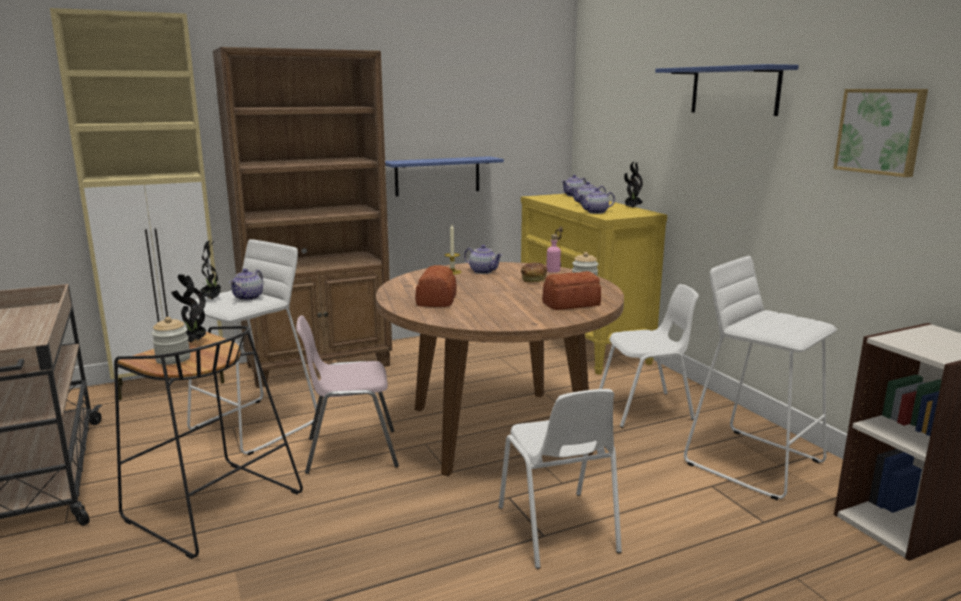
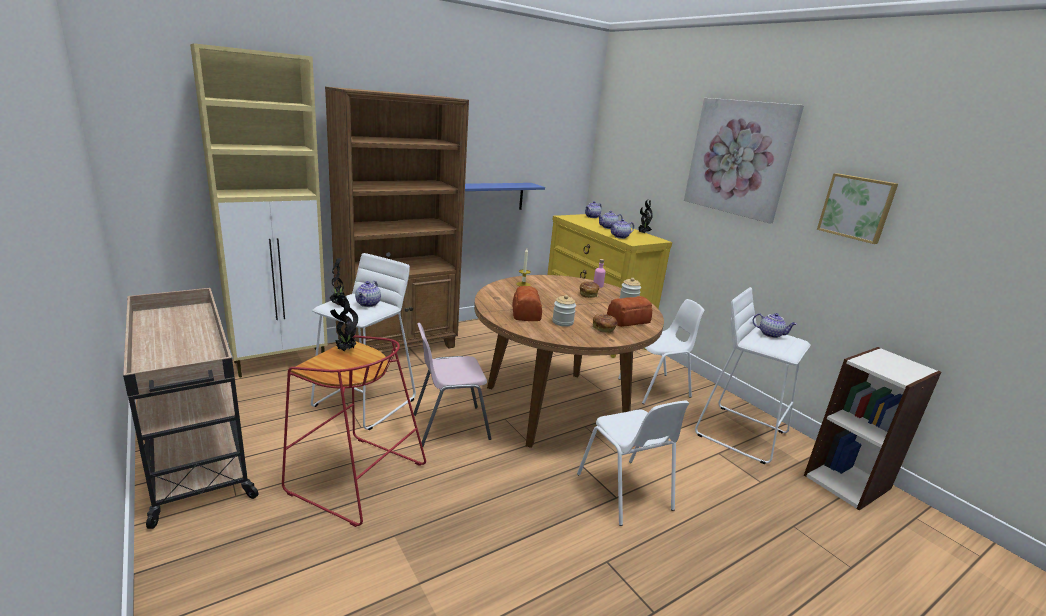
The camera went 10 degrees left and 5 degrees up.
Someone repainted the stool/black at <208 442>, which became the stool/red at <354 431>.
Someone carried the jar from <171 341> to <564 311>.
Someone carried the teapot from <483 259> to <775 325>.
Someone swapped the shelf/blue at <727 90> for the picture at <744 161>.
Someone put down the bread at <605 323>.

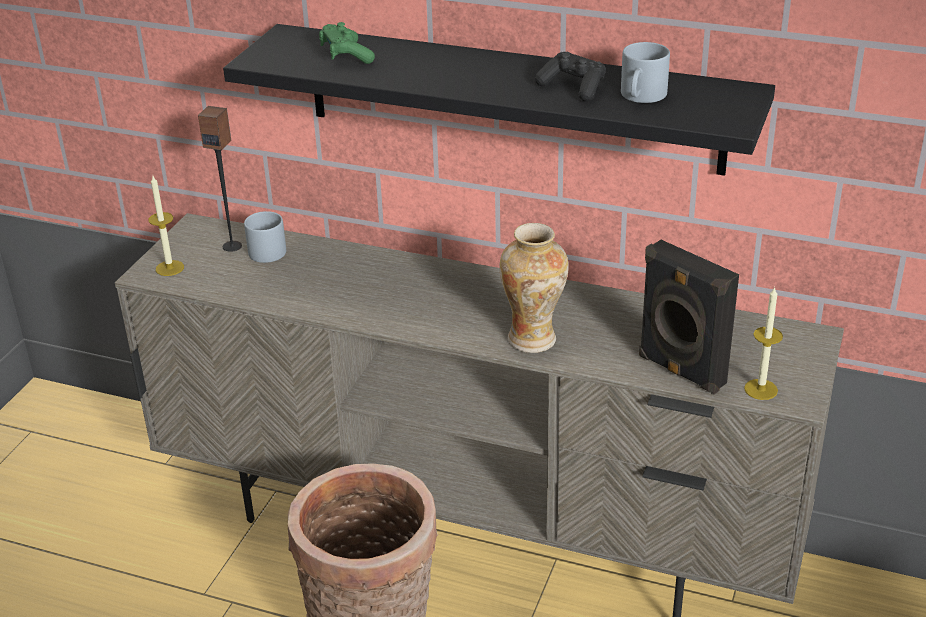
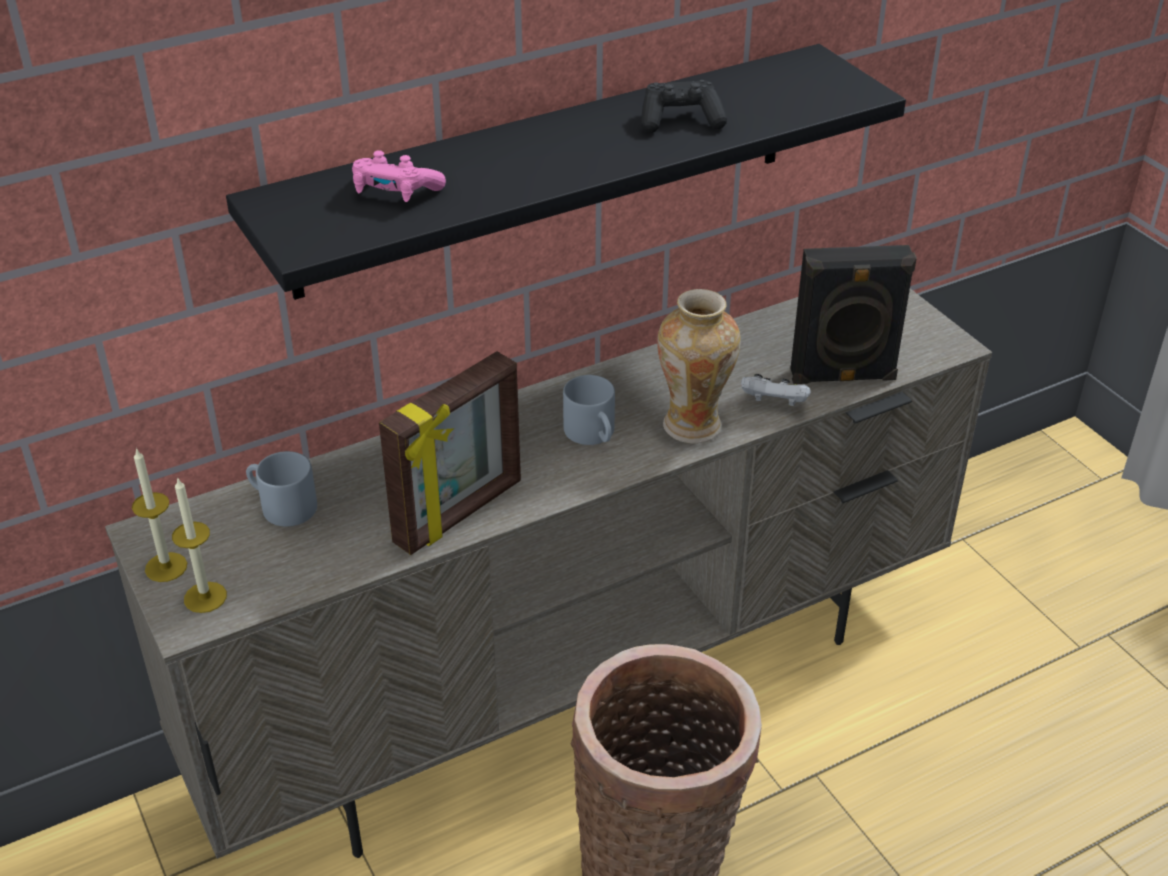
The camera went 50 degrees left and 5 degrees up.
Someone took away the speaker at <220 179>.
Someone repainted the game controller/green at <347 43>, which became the game controller/pink at <399 176>.
Someone carried the mug/grey from <645 72> to <589 410>.
Someone carried the candle from <763 343> to <159 515>.
Someone put down the picture frame at <450 453>.
Someone put down the game controller/white at <776 390>.

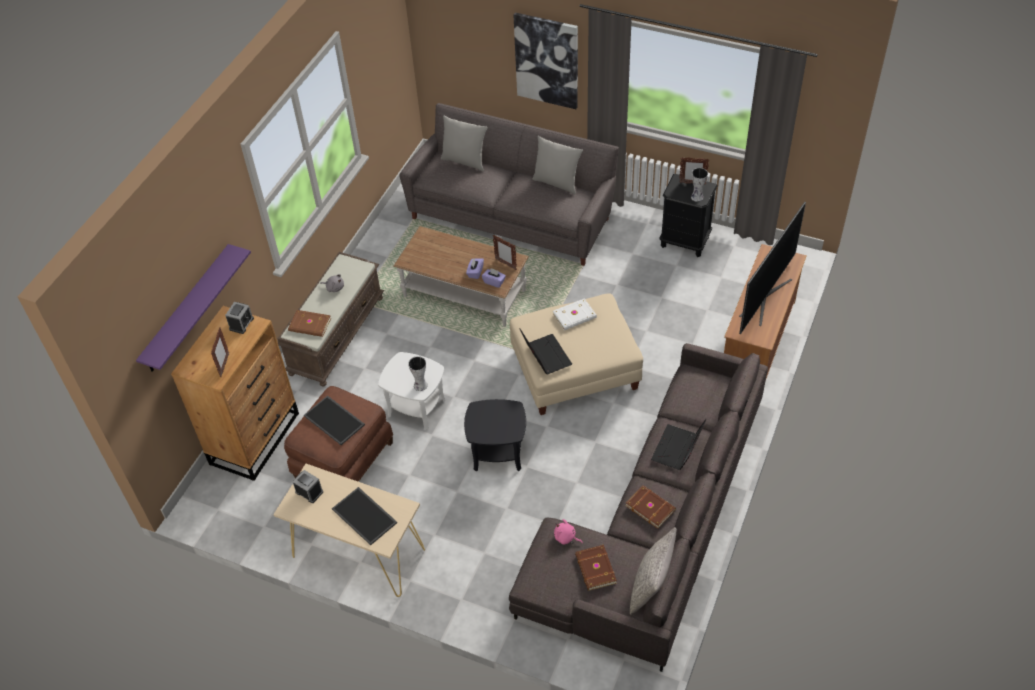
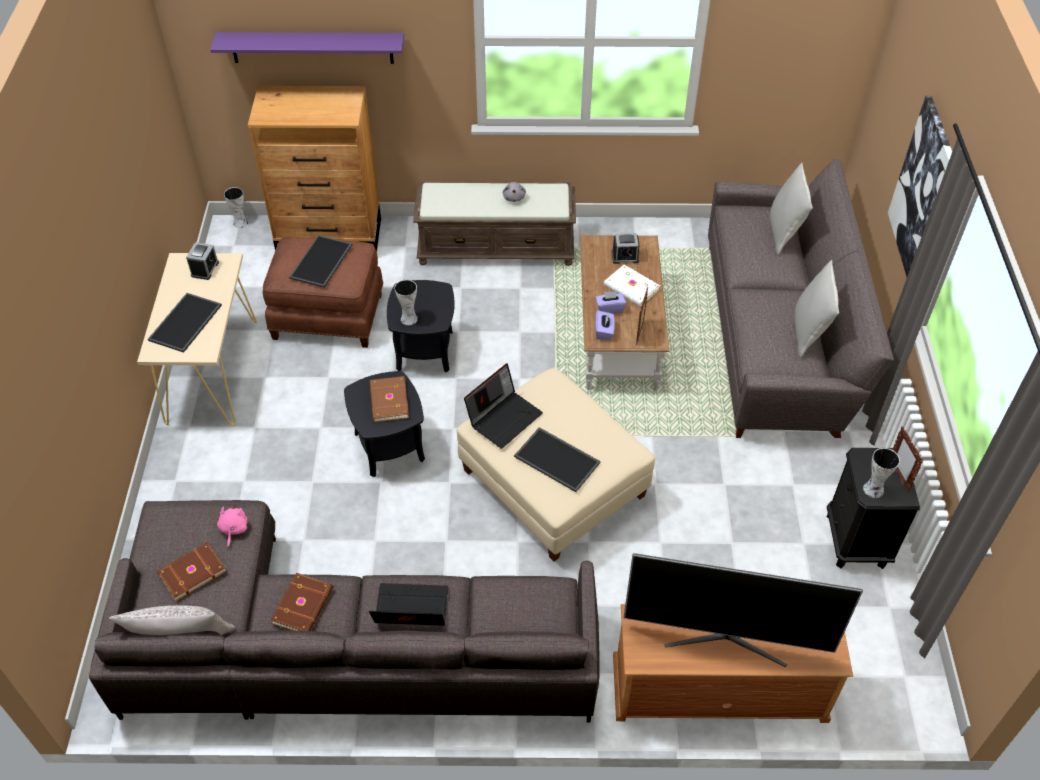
The camera went 65 degrees right and 0 degrees up.
Someone took away the picture frame at <220 352>.
Someone carried the alarm clock from <239 318> to <626 248>.
Someone carried the book/brown from <309 323> to <389 399>.
Someone repainted the side table/white at <411 391>, which became the side table/black at <421 326>.
Someone carried the book/white from <575 314> to <632 286>.
Someone put down the vase at <236 207>.
Someone put down the tray at <557 459>.

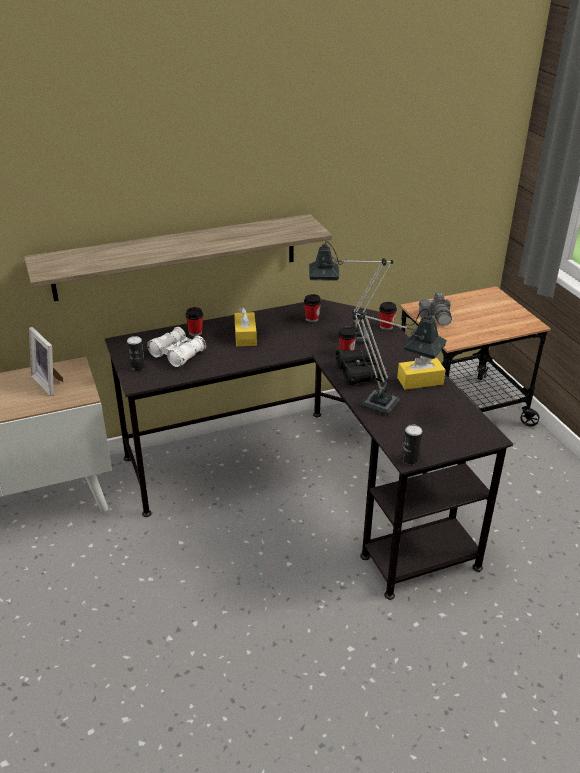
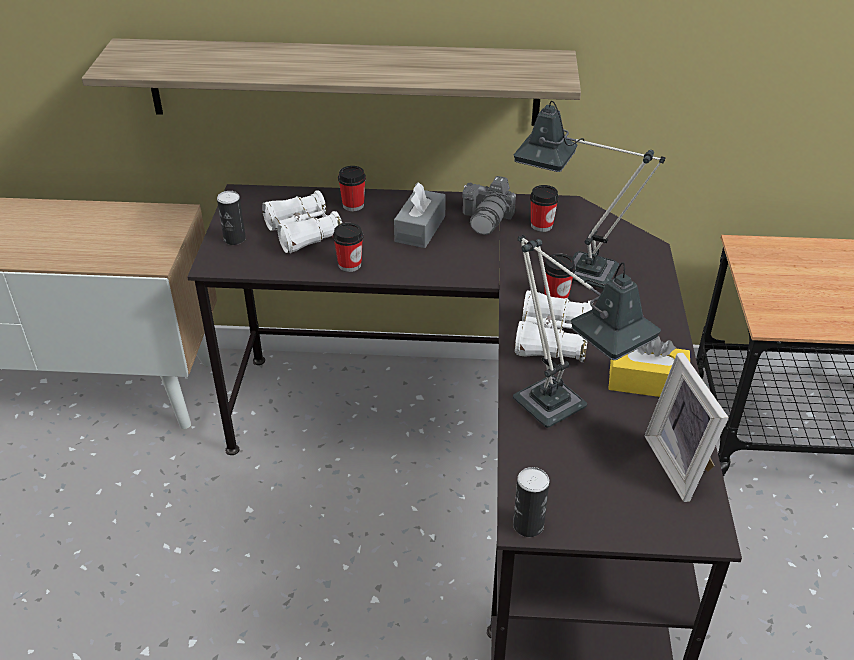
The camera went 25 degrees right and 5 degrees up.
Someone carried the picture frame from <46 361> to <687 427>.
Someone repainted the tissue box/yellow at <245 326>, which became the tissue box/grey at <420 215>.
Someone repainted the binoculars/black at <361 366>, which became the binoculars/white at <553 326>.
Someone carried the cup from <388 316> to <348 247>.
Someone carried the photo camera from <435 309> to <489 205>.

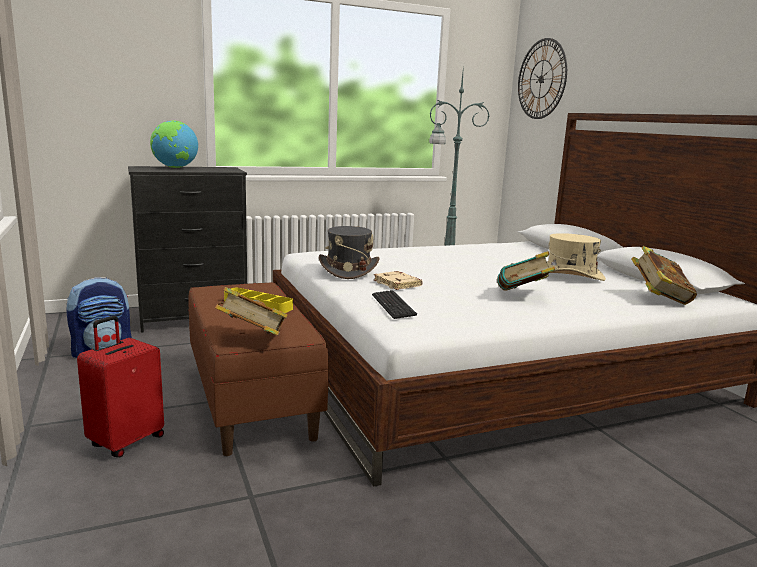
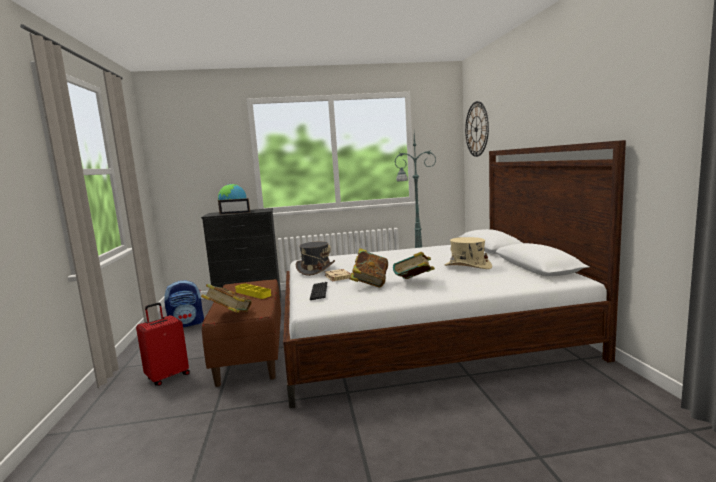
The camera went 15 degrees right and 5 degrees down.
Someone carried the book from <664 275> to <369 268>.
Someone put down the picture frame at <234 206>.

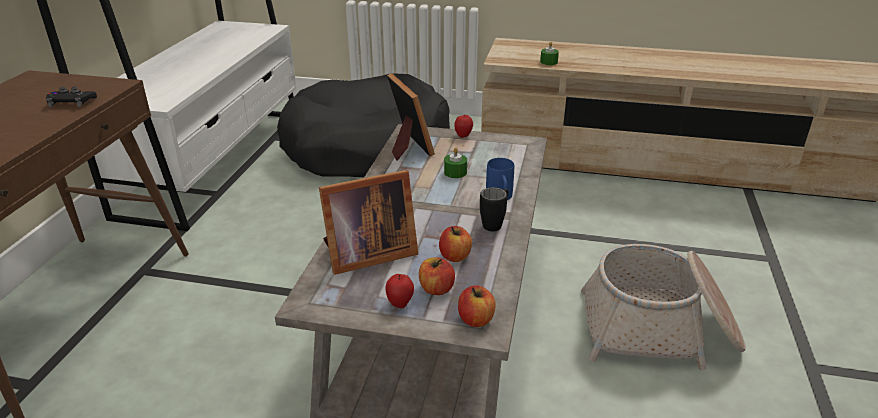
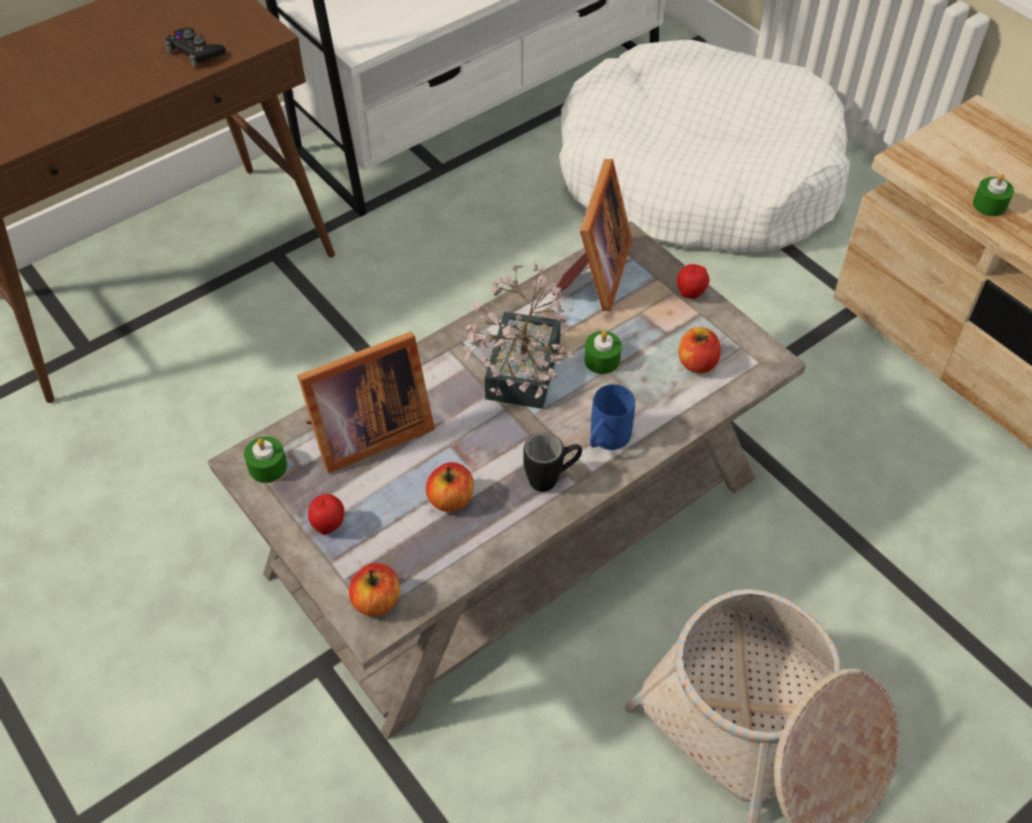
The camera went 40 degrees right and 20 degrees up.
Someone repainted the dog bed/black at <363 125>, which became the dog bed/white at <704 146>.
Someone rotated the picture frame at <368 222> by 45 degrees counterclockwise.
Someone carried the apple from <437 276> to <699 350>.
Someone put down the candle/green at <265 459>.
Someone put down the potted plant at <519 336>.

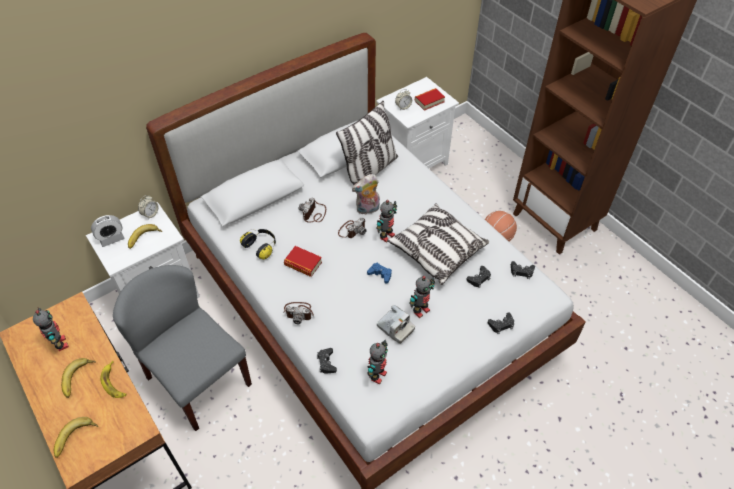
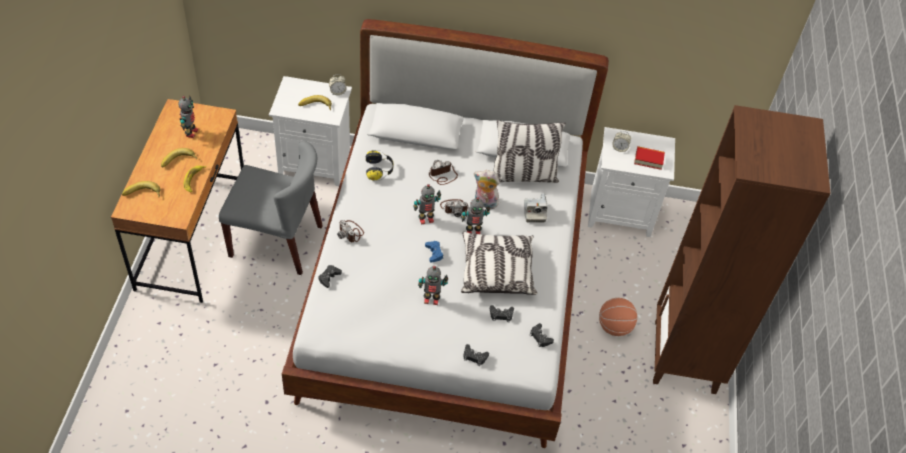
The camera went 40 degrees right and 0 degrees up.
Someone took away the alarm clock at <107 231>.
Someone rotated the chair/grey at <182 348> by 105 degrees clockwise.
Someone took away the book at <303 261>.
Someone carried the toy robot from <377 362> to <427 204>.
Someone carried the photo camera from <396 324> to <536 208>.

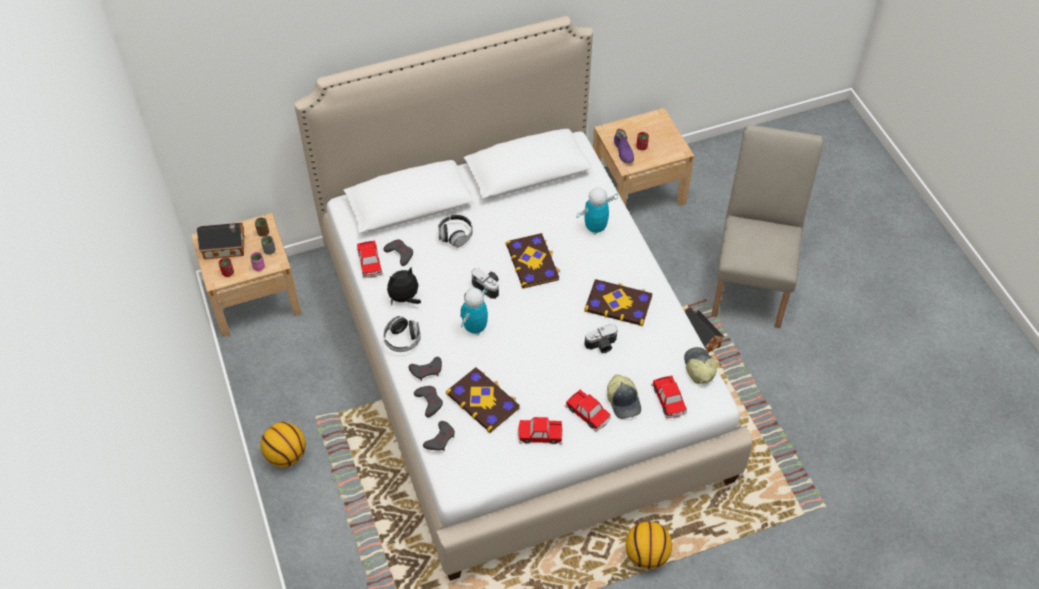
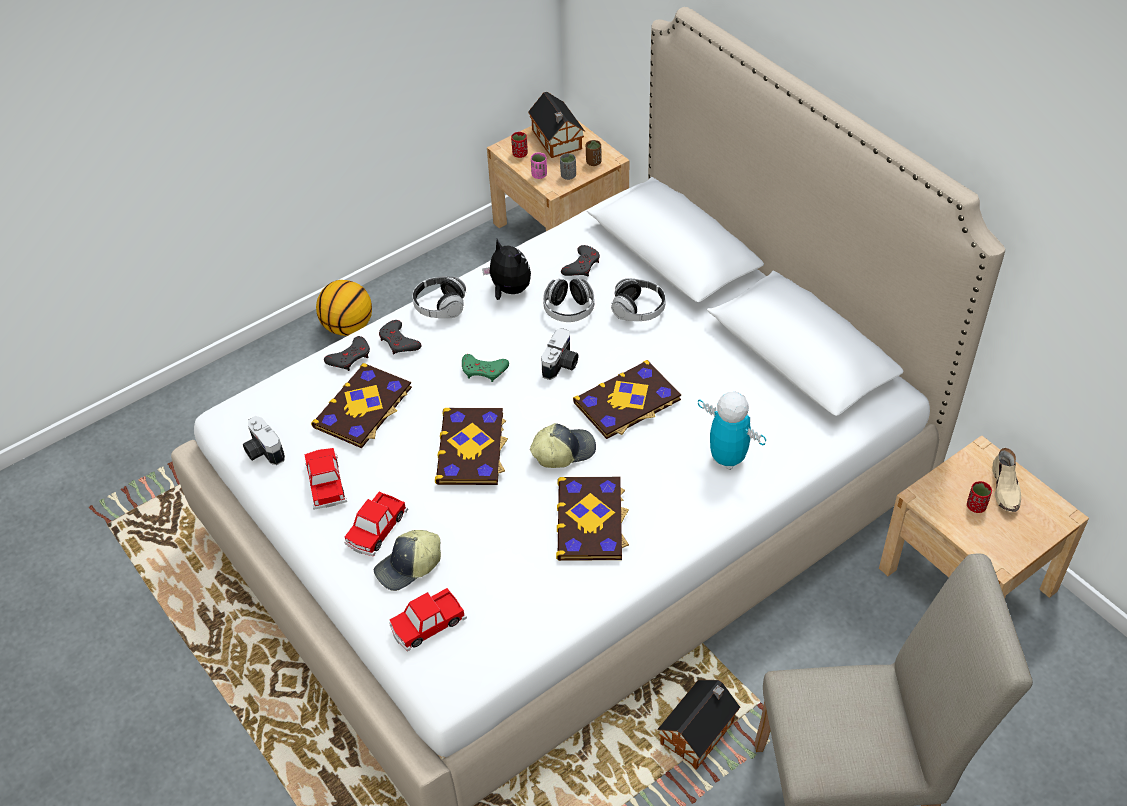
The camera went 75 degrees right and 5 degrees down.
Someone took away the toy car at <369 259>.
Someone took away the game controller/grey at <439 436>.
Someone swapped the toy robot at <474 310> for the game controller/green at <485 368>.
Someone carried the photo camera from <601 338> to <264 440>.
Someone took away the shoe/purple at <624 146>.
Someone took away the basketball at <649 545>.
Someone carried the cap from <700 365> to <563 445>.
Someone put down the book at <471 446>.
Someone put down the headphones at <568 300>.
Someone put down the shoe/beige at <1006 480>.

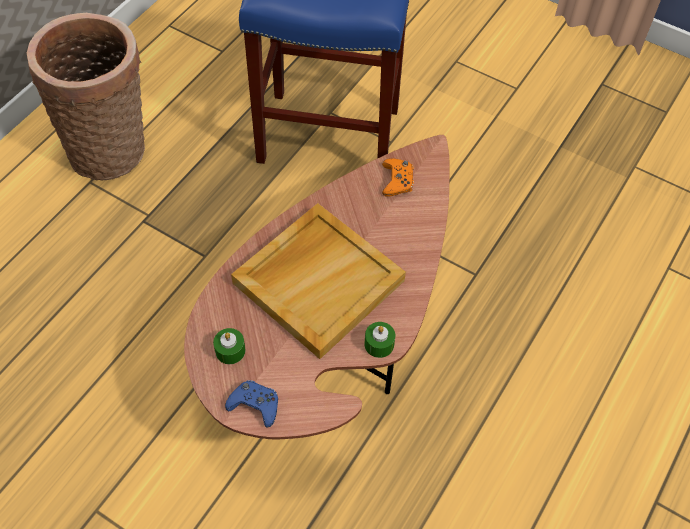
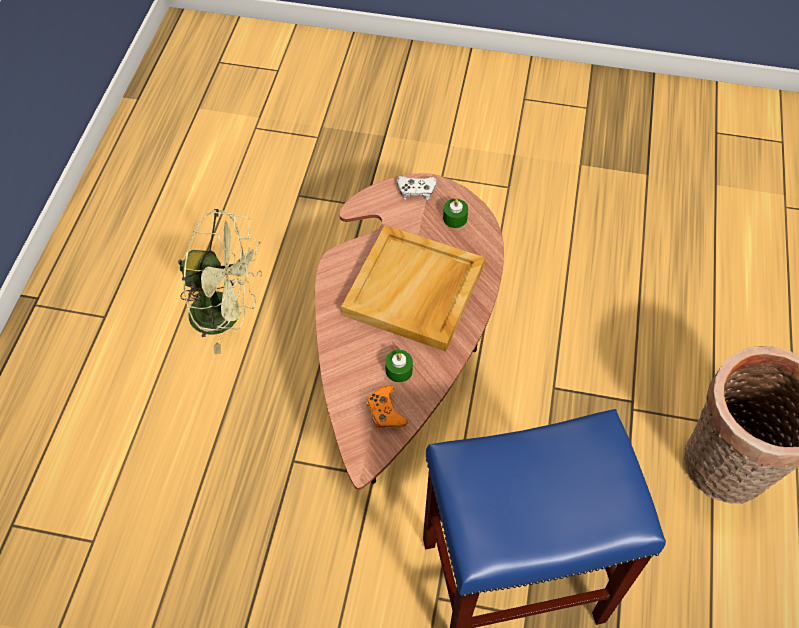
The camera went 160 degrees right and 0 degrees up.
Someone repainted the game controller/blue at <251 404>, which became the game controller/white at <417 188>.
Someone carried the candle/green from <380 340> to <399 366>.
Someone put down the fan/green at <220 281>.

